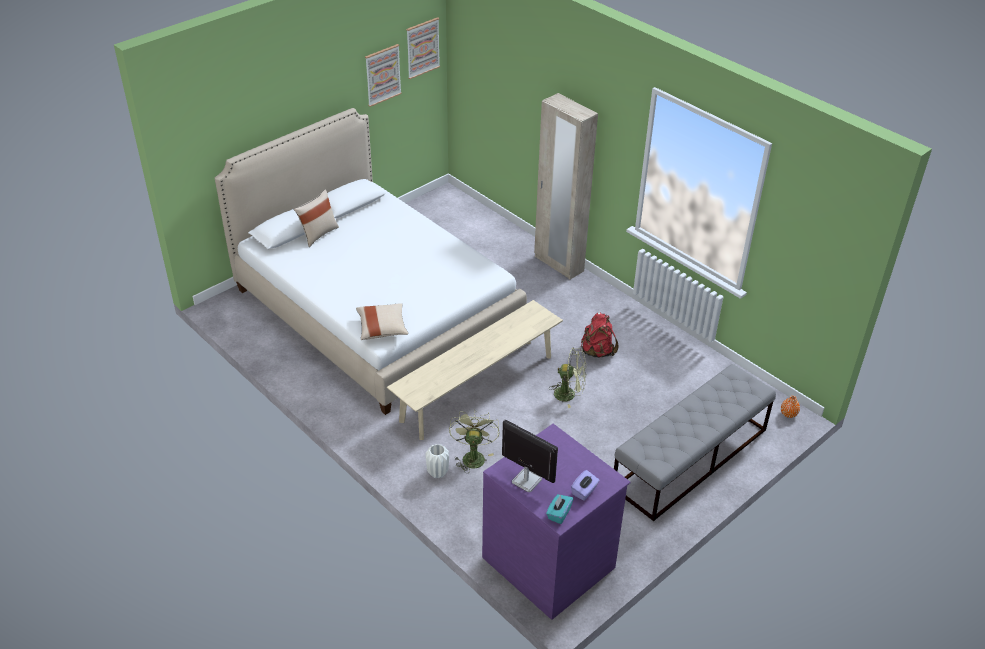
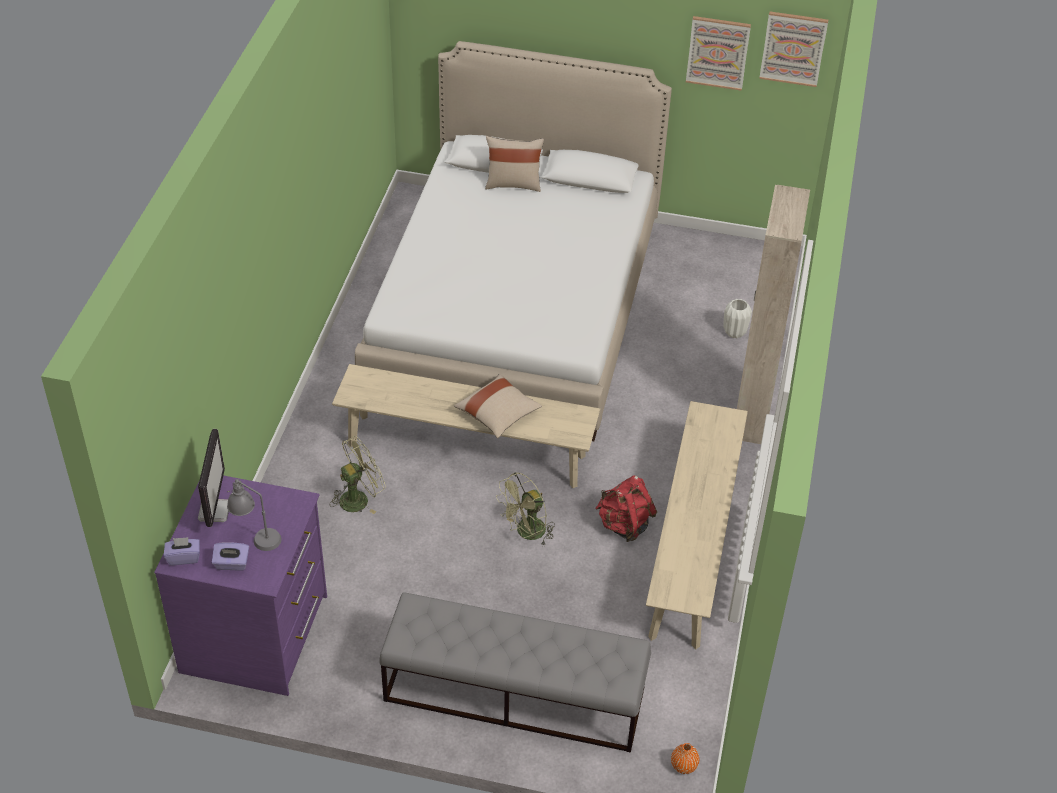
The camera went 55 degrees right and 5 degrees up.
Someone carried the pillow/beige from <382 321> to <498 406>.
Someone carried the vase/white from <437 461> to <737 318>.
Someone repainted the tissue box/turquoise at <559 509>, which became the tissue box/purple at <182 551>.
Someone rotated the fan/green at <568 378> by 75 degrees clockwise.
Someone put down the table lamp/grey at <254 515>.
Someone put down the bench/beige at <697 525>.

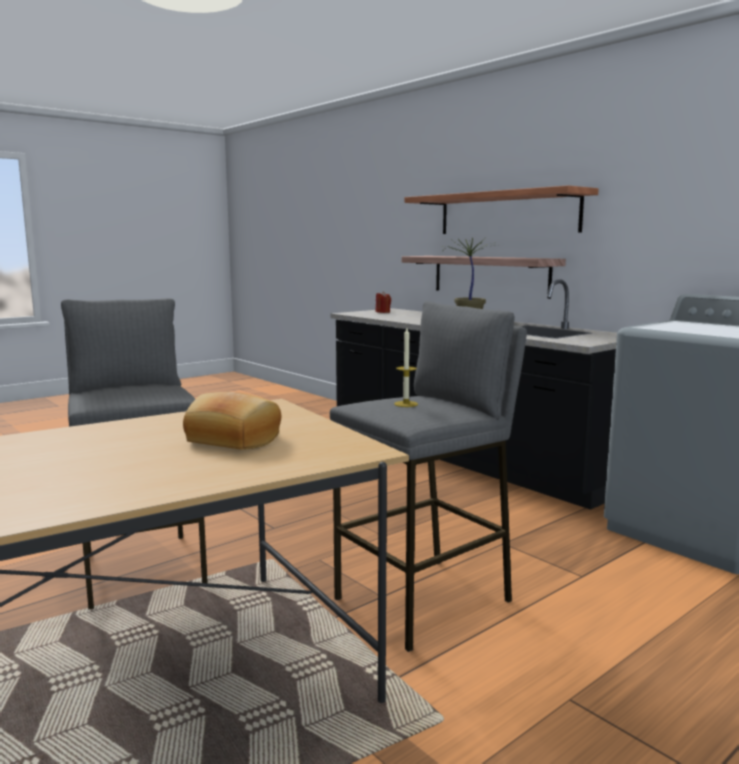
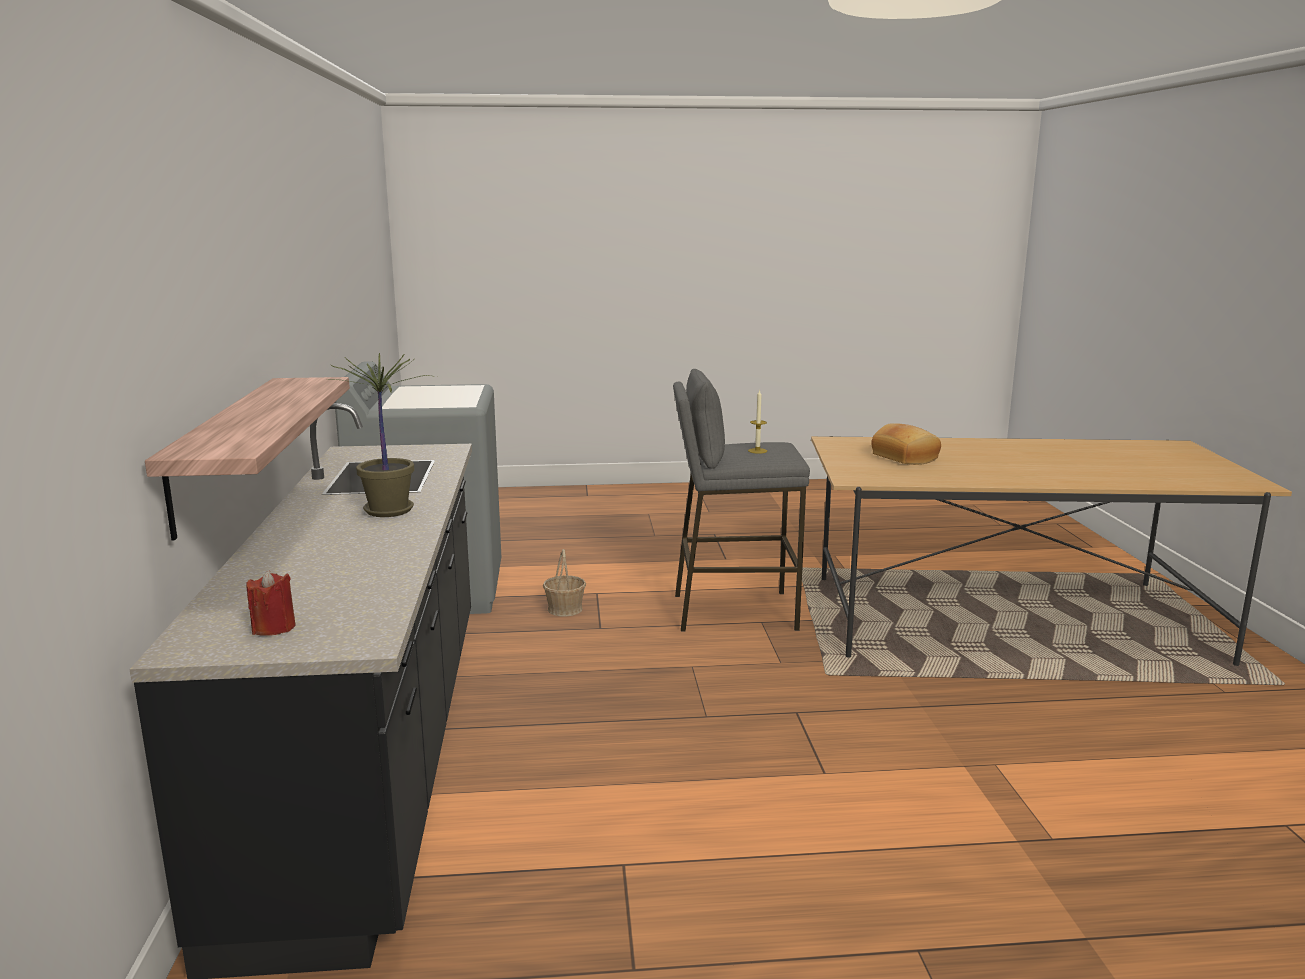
The camera went 145 degrees left and 5 degrees up.
Someone took away the stool/grey at <134 454>.
Someone took away the shelf at <501 210>.
Someone put down the basket at <564 583>.

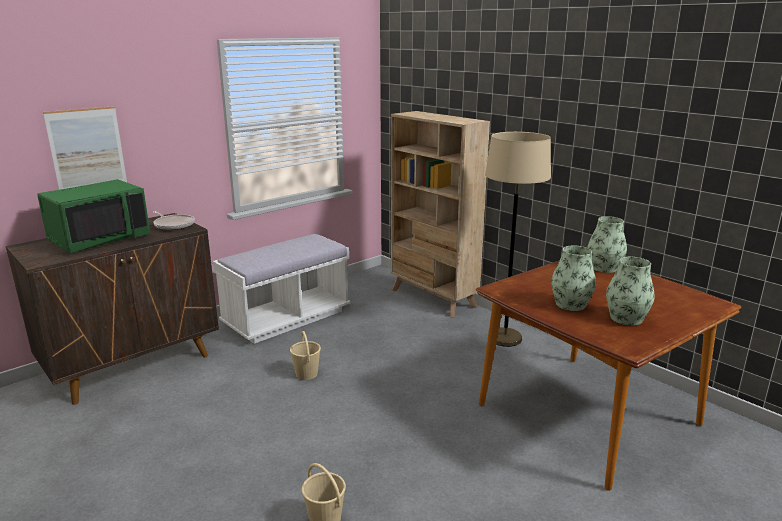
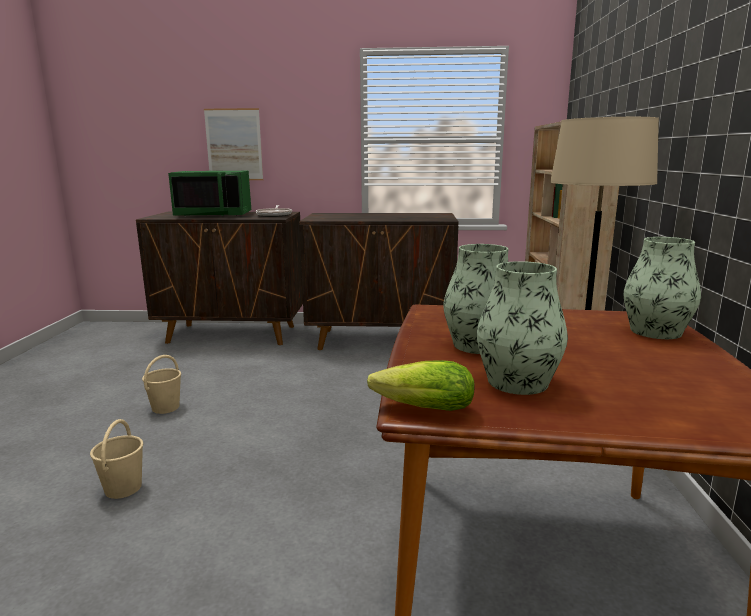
The camera went 45 degrees right and 5 degrees down.
Someone swapped the bench/white at <281 289> for the cabinet/brown at <379 281>.
Someone carried the bucket/beige from <305 355> to <161 384>.
Someone put down the lettuce at <421 385>.

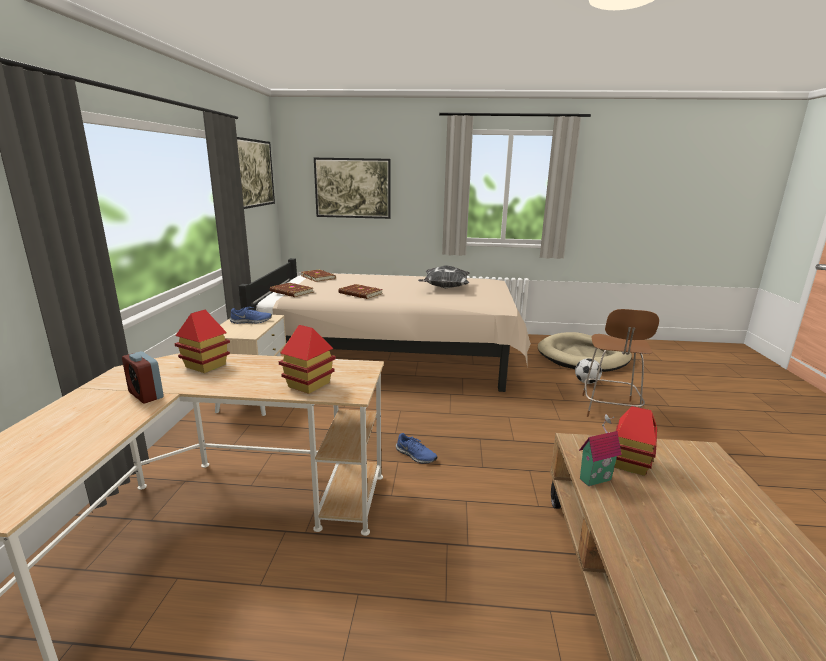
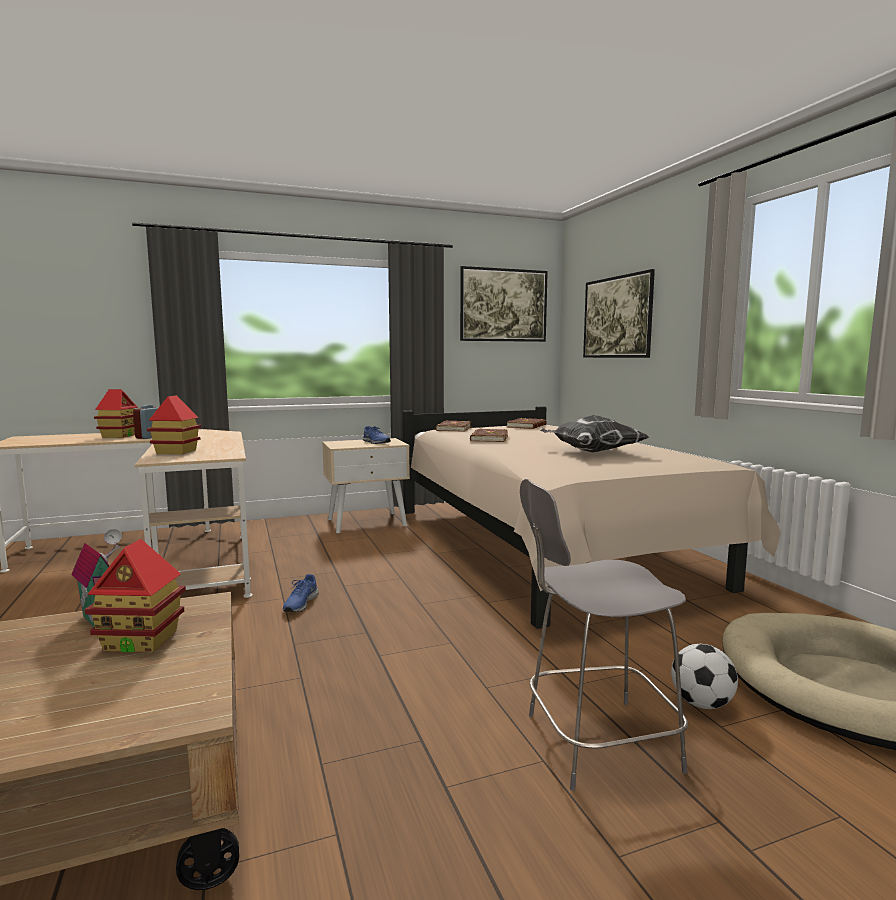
The camera went 65 degrees right and 10 degrees down.
Someone carried the toy house from <202 341> to <116 413>.
Someone repainted the stool/brown at <620 363>, which became the stool/grey at <604 635>.

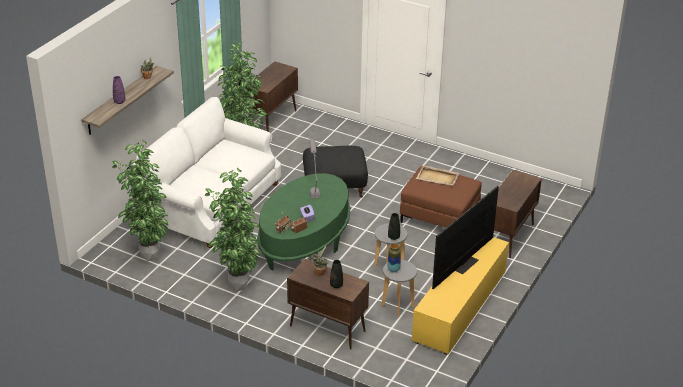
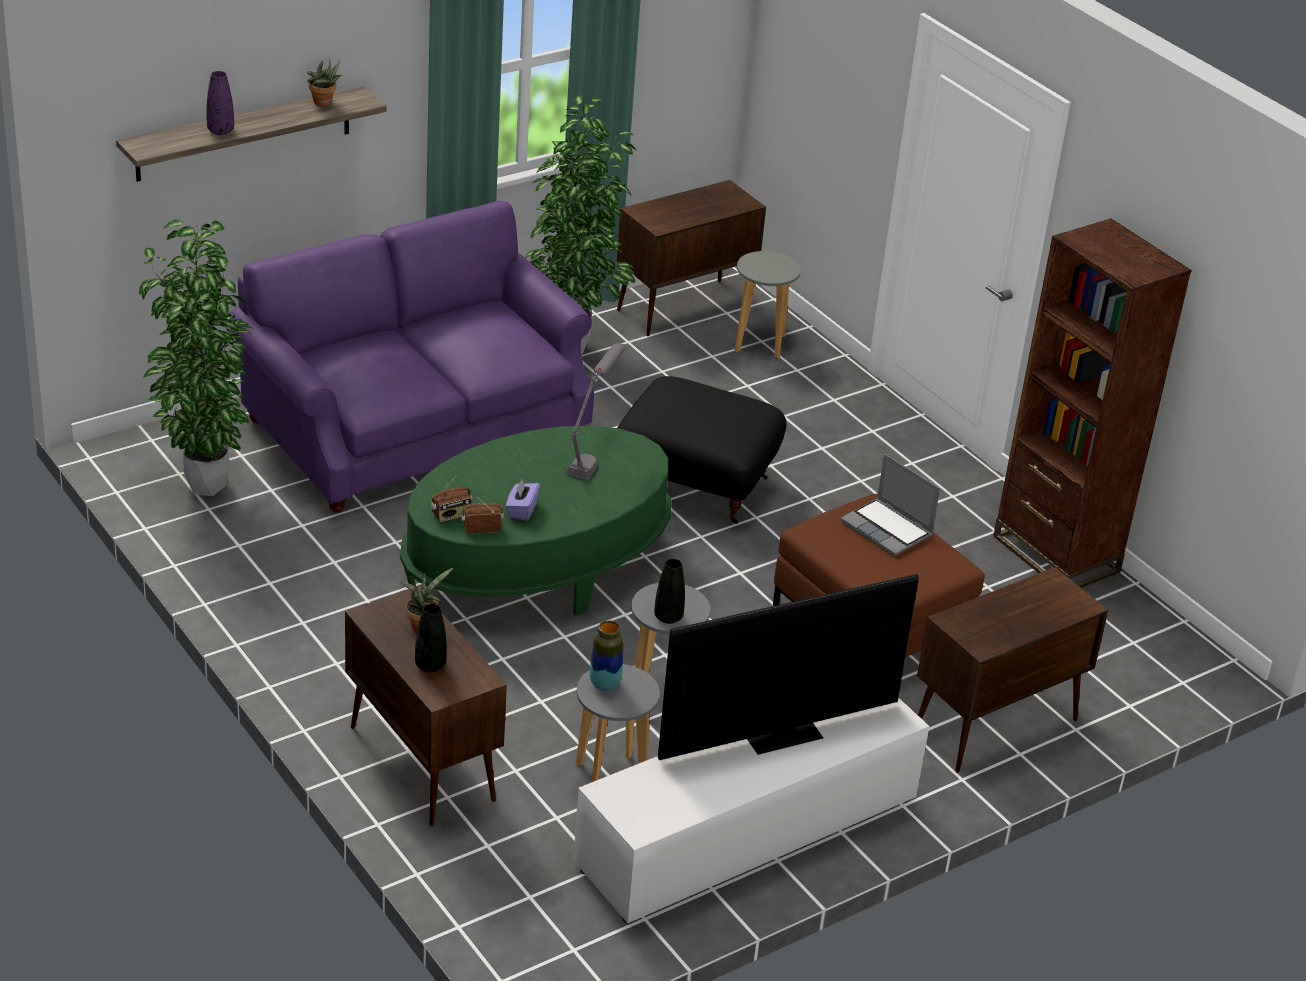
The camera went 25 degrees right and 0 degrees up.
Someone repainted the sofa/white at <206 172>, which became the sofa/purple at <410 357>.
Someone took away the potted plant at <232 229>.
Someone repainted the tv stand/yellow at <460 296>, which became the tv stand/white at <751 810>.
Someone swapped the tray/beige at <437 175> for the laptop at <890 505>.
Someone put down the stool/grey at <767 305>.
Someone put down the bookcase/brown at <1092 403>.

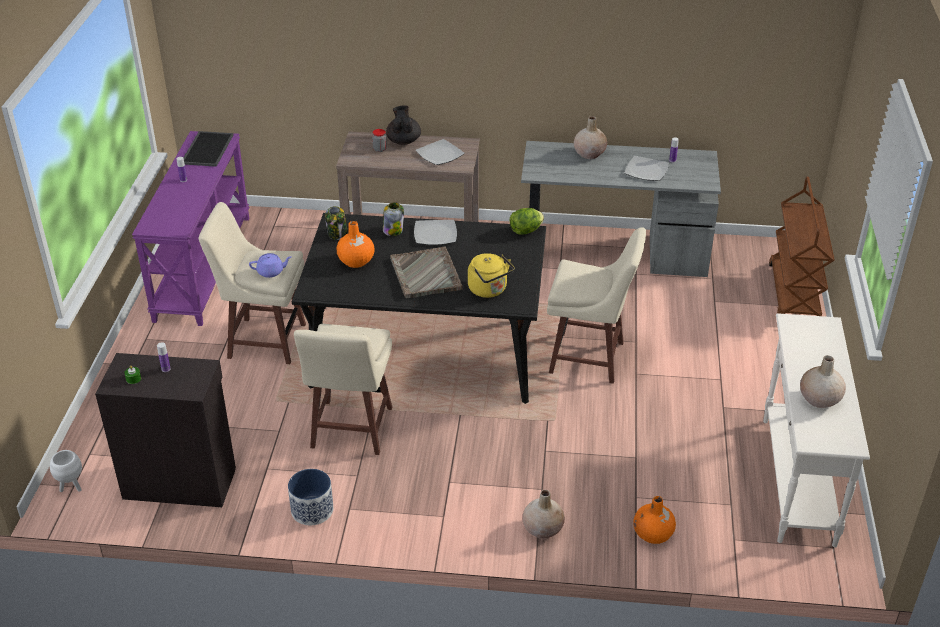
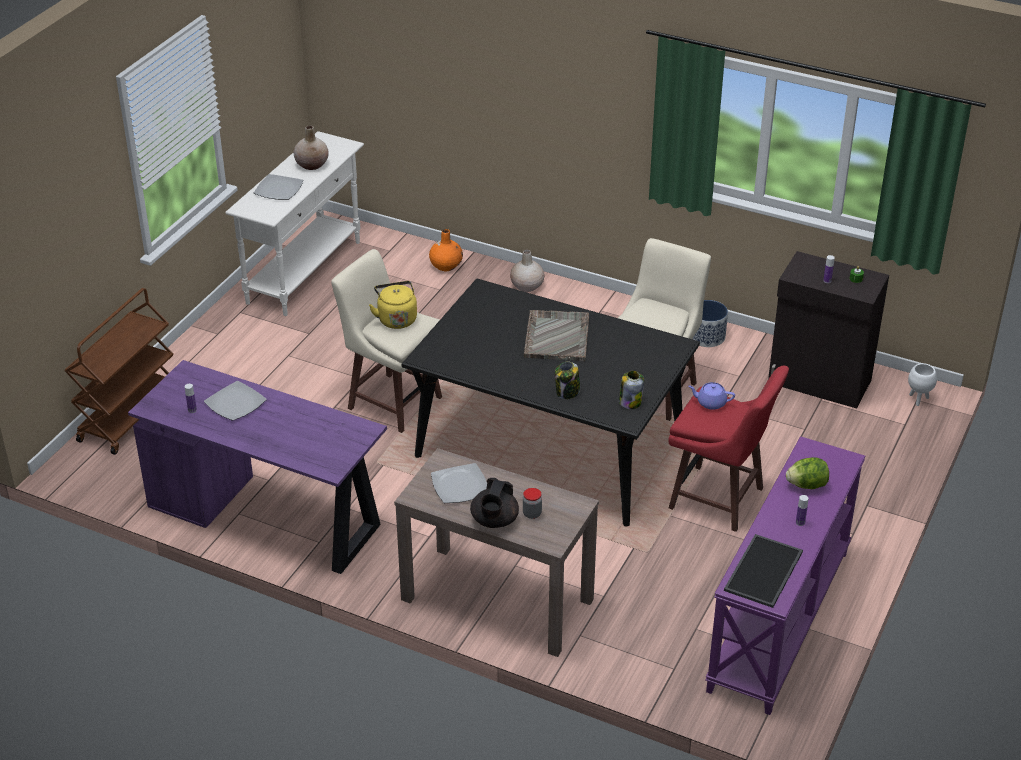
The camera went 160 degrees left and 0 degrees up.
Someone repainted the stool/beige at <252 283>, which became the stool/red at <728 449>.
Someone took away the vase/orange at <355 244>.
Someone carried the plate from <435 232> to <278 187>.
Someone carried the kettle/yellow from <491 275> to <393 305>.
Someone carried the lettuce from <527 221> to <807 473>.
Someone repainted the desk/grey at <621 209>, which became the desk/purple at <257 467>.
Someone took away the vase/beige at <590 137>.

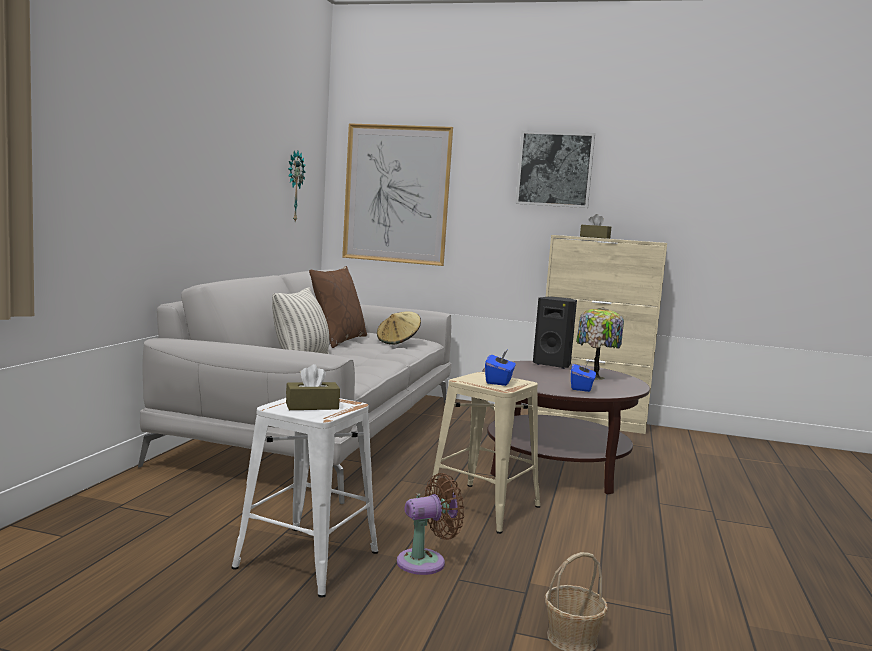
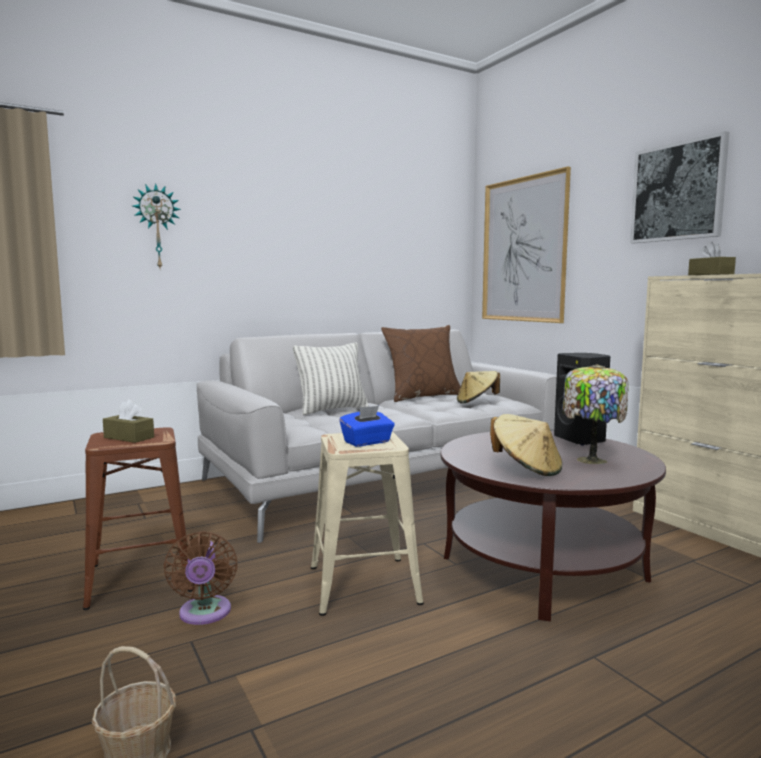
The camera went 45 degrees right and 0 degrees up.
Someone repainted the stool/white at <305 498>, which became the stool/brown at <138 518>.
Someone carried the wall clock from <297 186> to <157 225>.
Someone rotated the fan/brown at <430 524> by 60 degrees clockwise.
Someone swapped the tissue box/blue at <583 375> for the hat/beige at <526 445>.

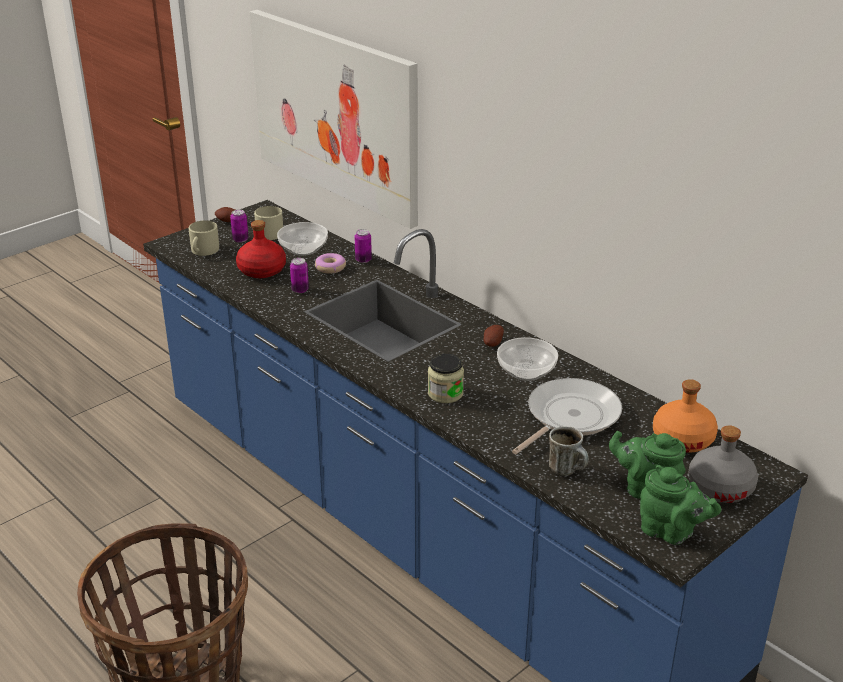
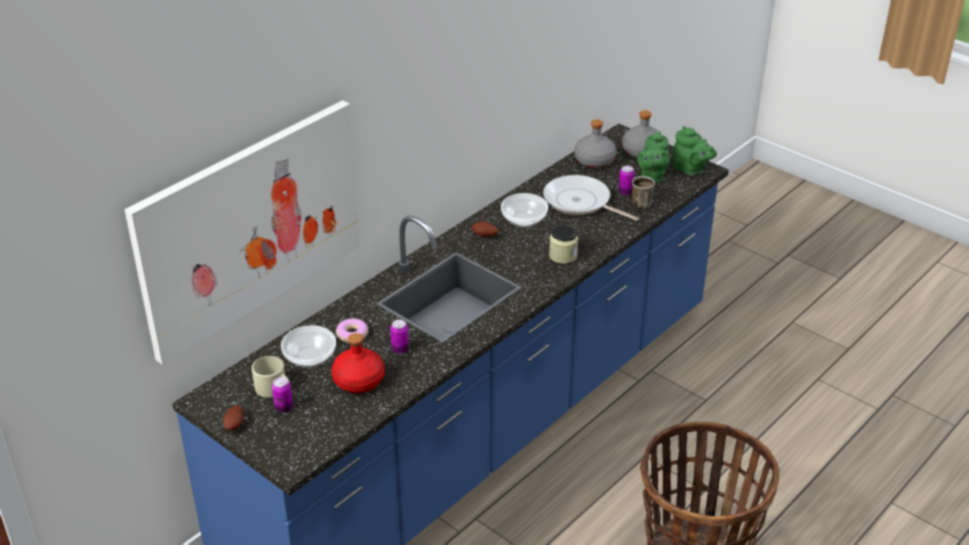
The camera went 95 degrees left and 5 degrees up.
Someone took away the mug/beige at <203 238>.
Someone carried the can from <363 246> to <626 181>.
Someone rotated the teapot/green at <680 505> by 105 degrees clockwise.
Someone repainted the bottle/orange at <685 416>, which became the bottle/grey at <595 143>.

